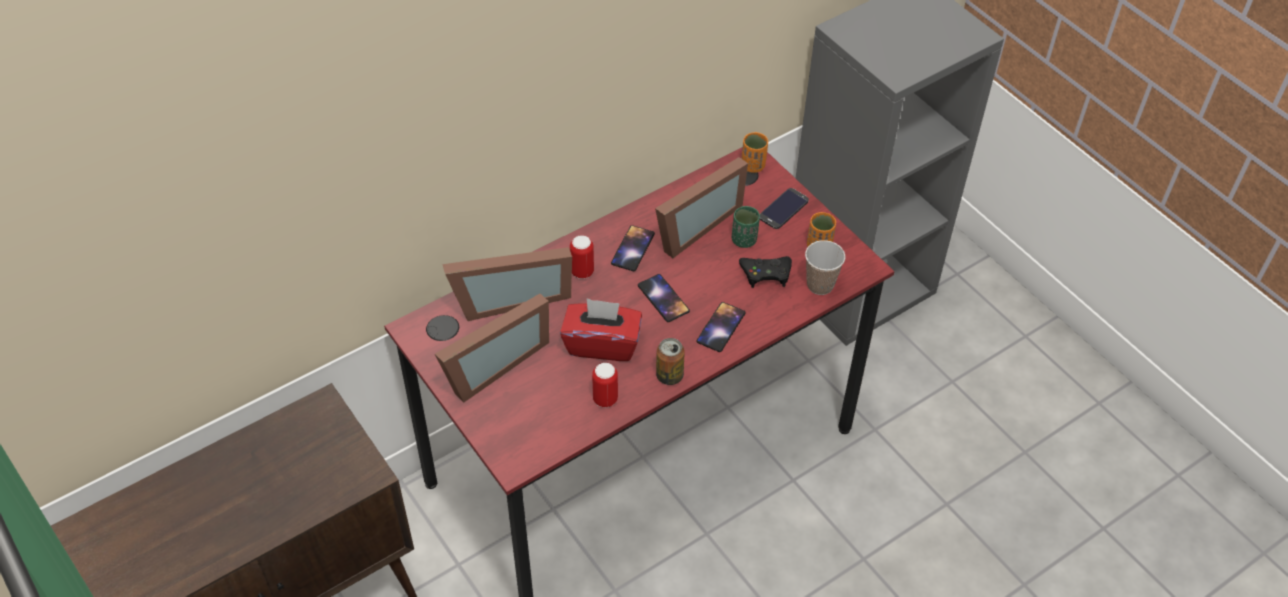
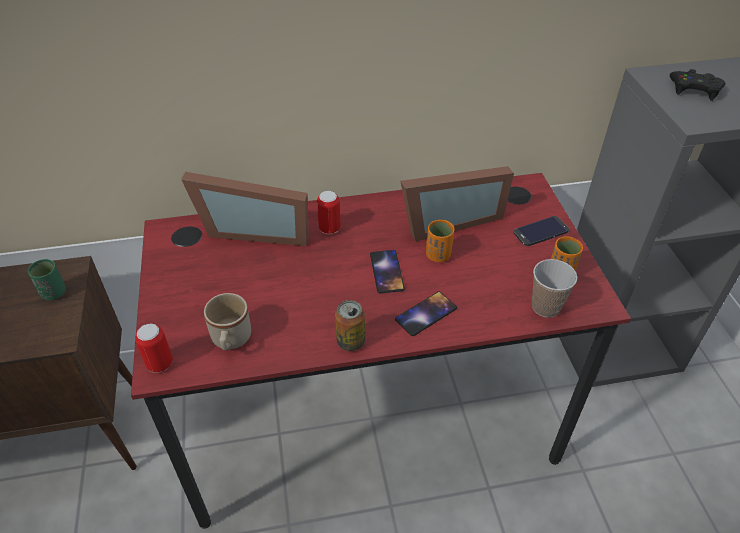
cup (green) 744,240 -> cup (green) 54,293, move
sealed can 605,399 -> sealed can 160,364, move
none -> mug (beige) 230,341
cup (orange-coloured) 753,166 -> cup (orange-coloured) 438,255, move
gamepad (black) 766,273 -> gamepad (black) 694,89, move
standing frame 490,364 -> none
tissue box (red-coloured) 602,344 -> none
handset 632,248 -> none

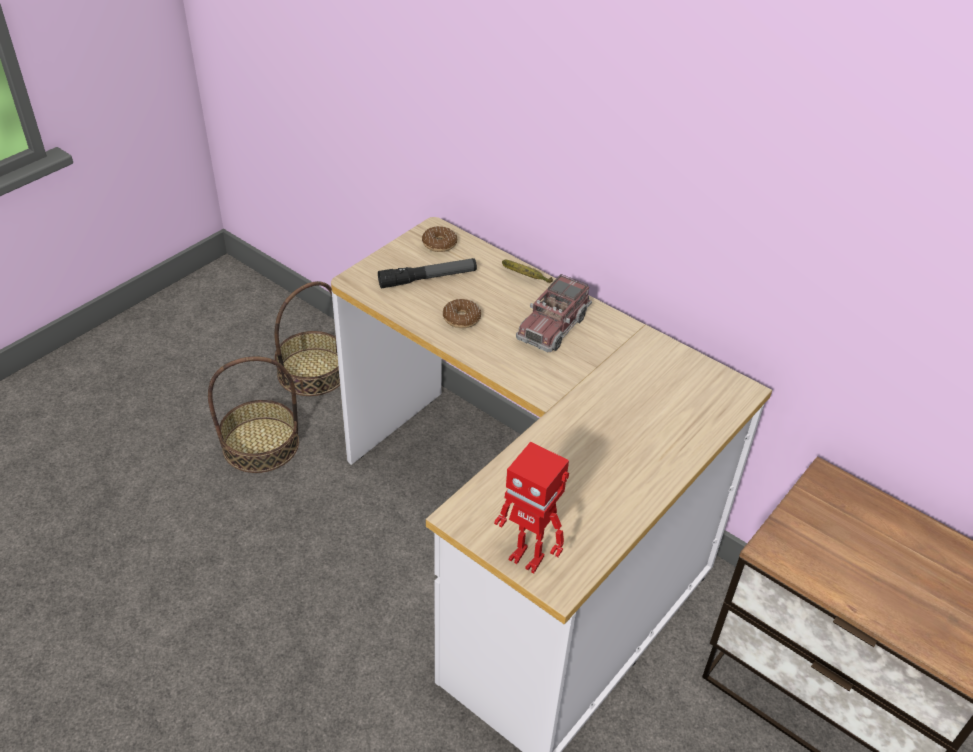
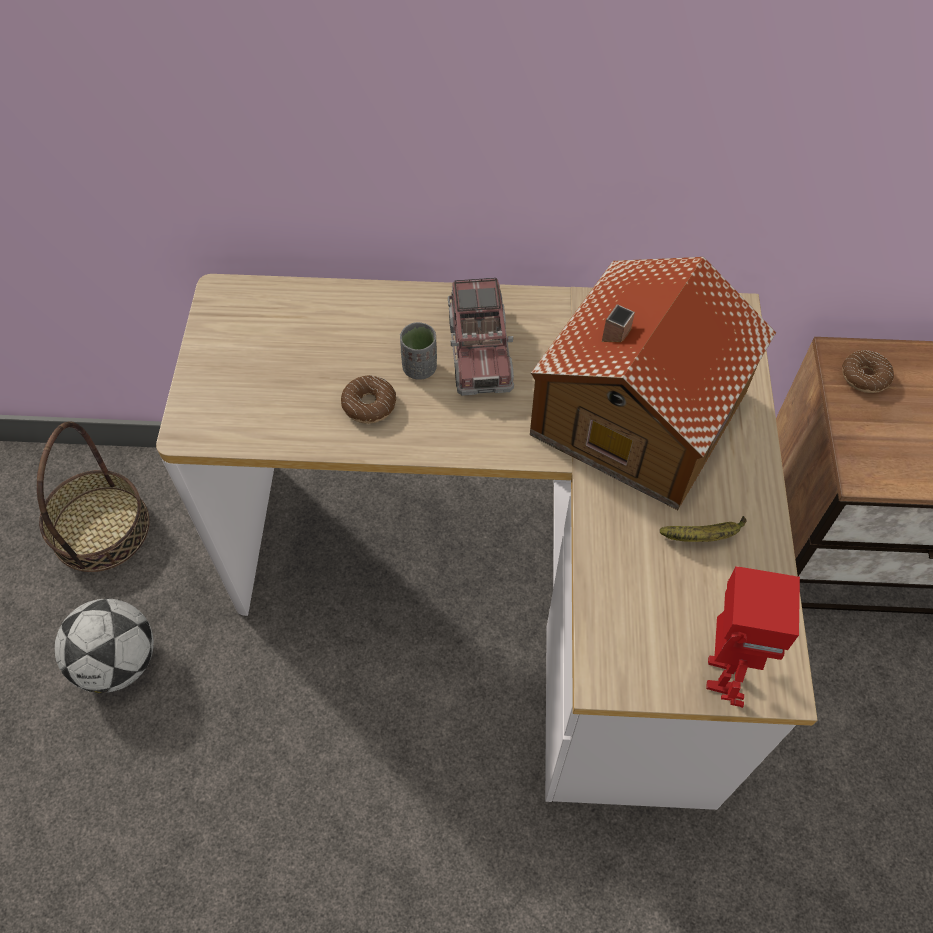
household basket 261,444 -> ball for football 118,661
none -> cup (gray) 420,368
none -> toy house 634,414
banana 524,277 -> banana 705,536, move
model robot 528,557 -> model robot 720,675, 75 degrees counterclockwise
ring doughnut 439,244 -> ring doughnut 864,377, move
flashlight 428,278 -> none

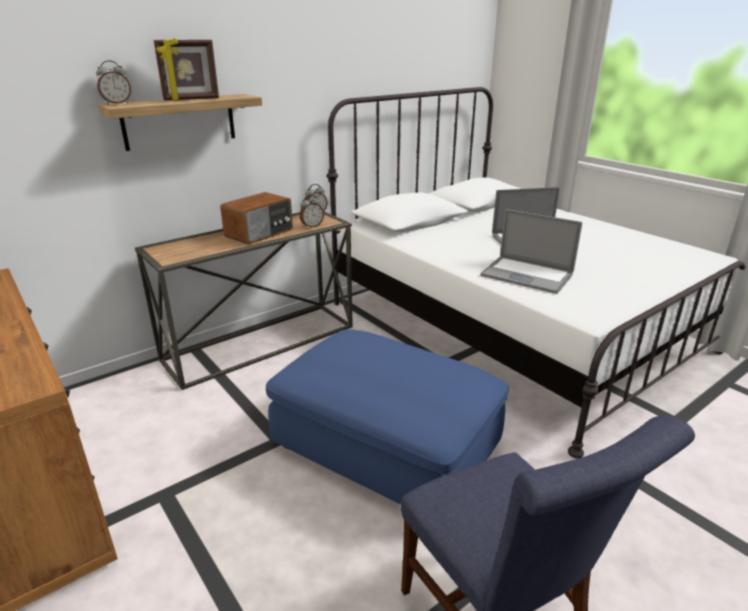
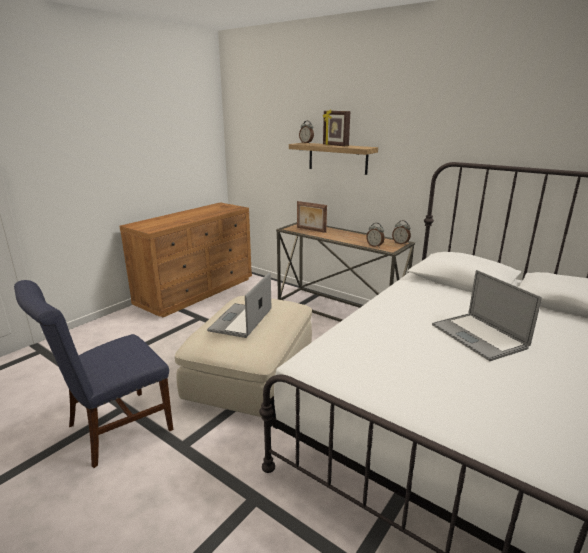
pouffe (blue) 388,445 -> pouffe (beige) 252,373
notebook computer 526,275 -> notebook computer 241,320, move
none -> standing frame 311,230
radio receiver 260,233 -> none

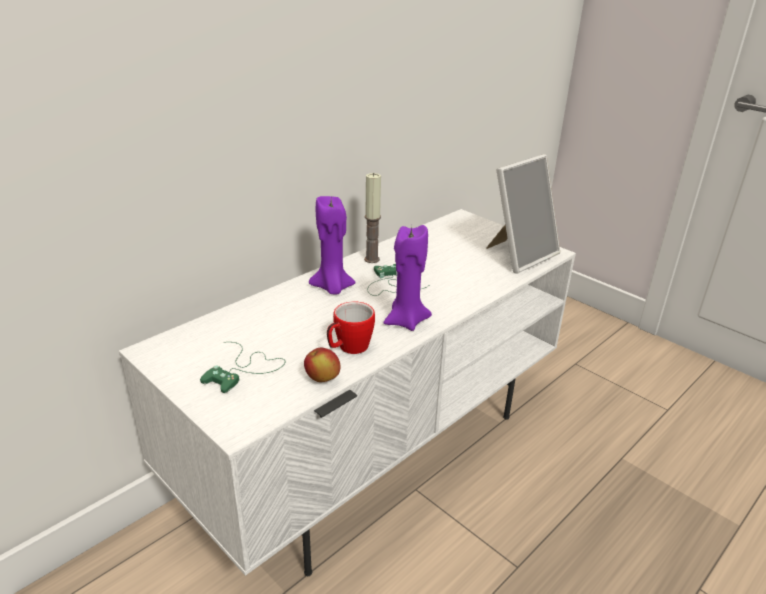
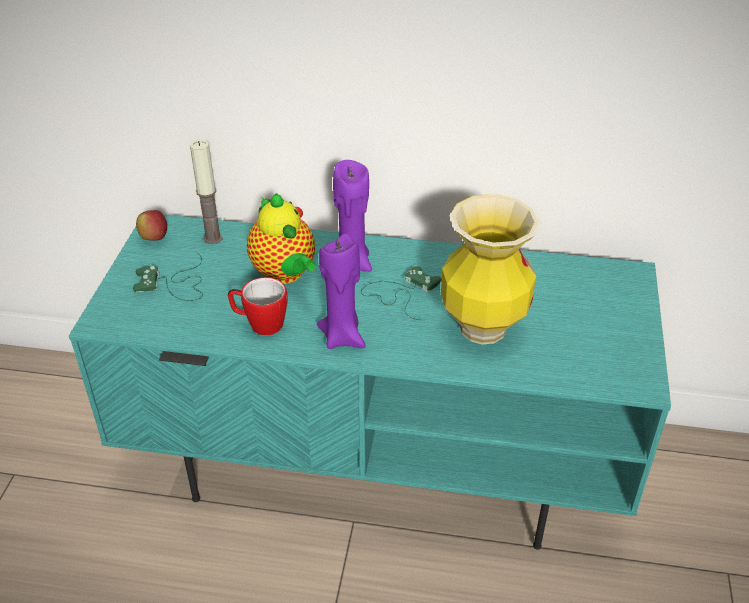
media console (white) 376,448 -> media console (turquoise) 378,460
whole apple 322,379 -> whole apple 154,238, move
wax light 372,259 -> wax light 213,238, move
none -> tea pot 285,274
none -> decorative vase 482,328
standing frame 519,255 -> none

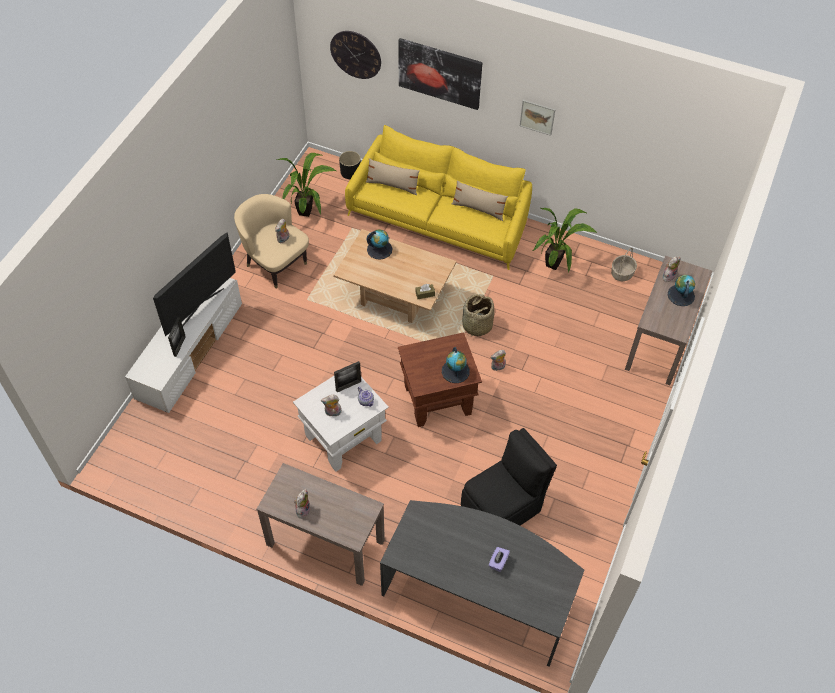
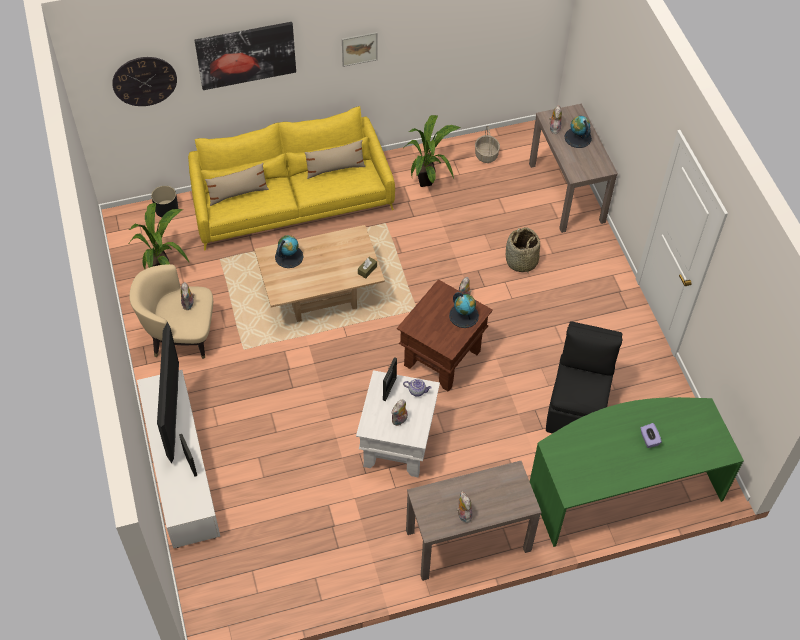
household basket 476,325 -> household basket 521,261, move
desk (gray) 479,594 -> desk (green) 623,487

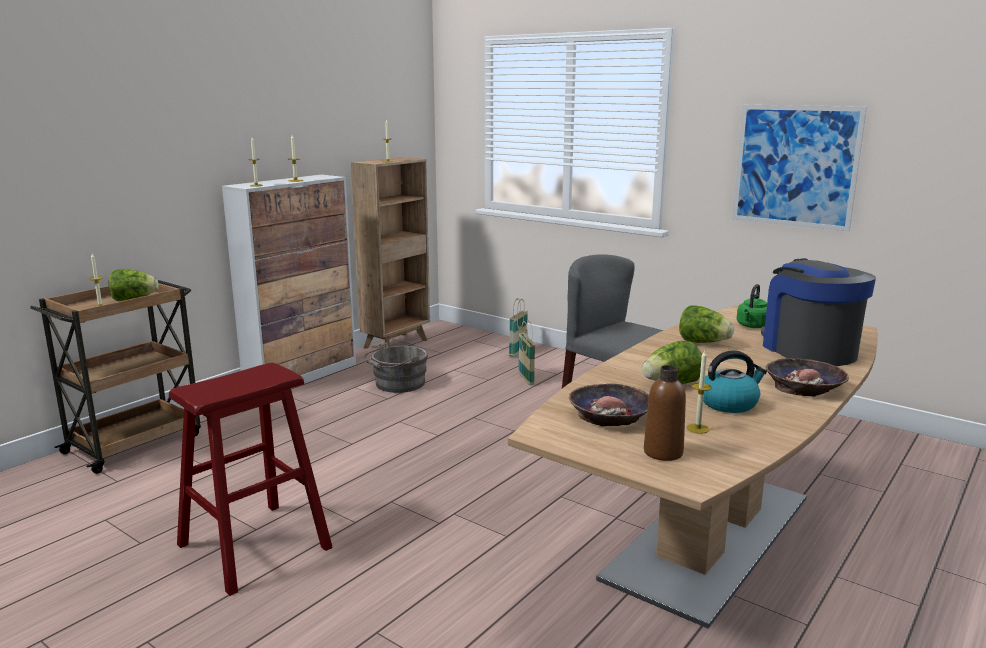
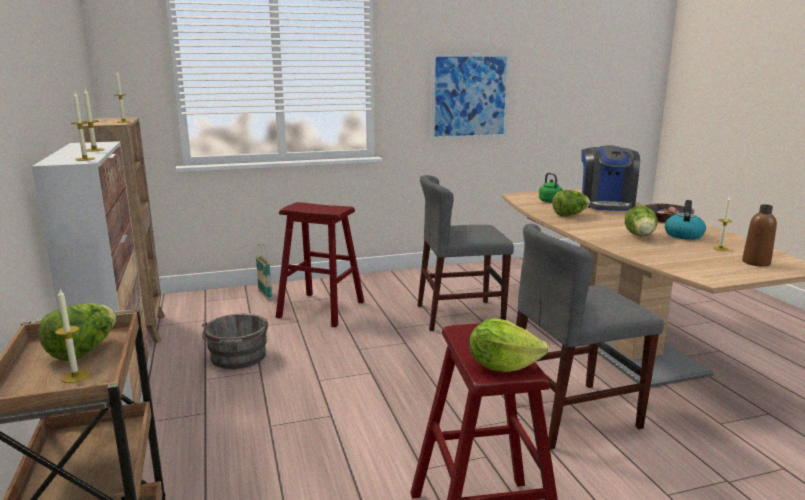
household basket 526,379 -> sitting stool (red-coloured) 321,309
none -> lettuce 502,366
none -> upright chair (gray) 571,414
coffee machine 808,350 -> coffee machine 606,204, 105 degrees counterclockwise
deep dish 610,416 -> none

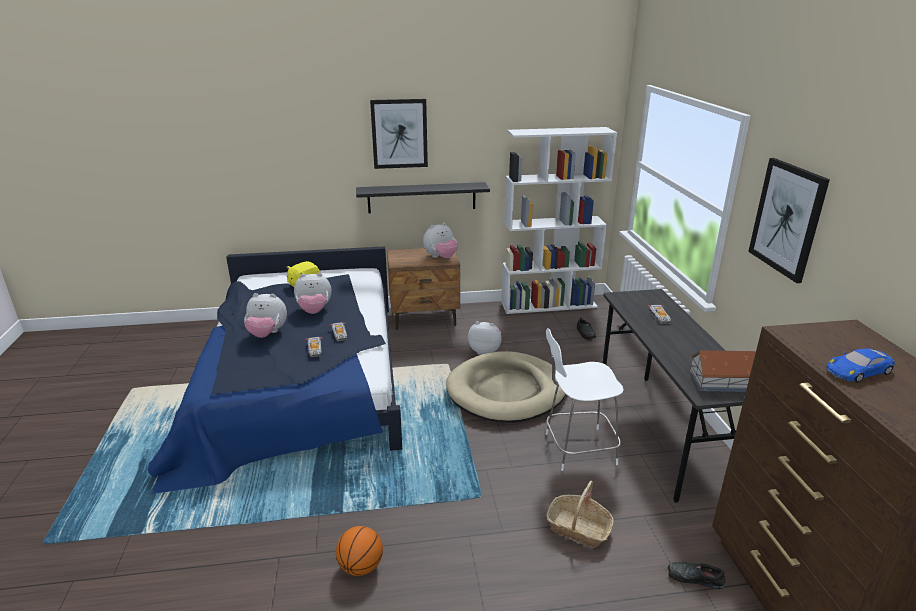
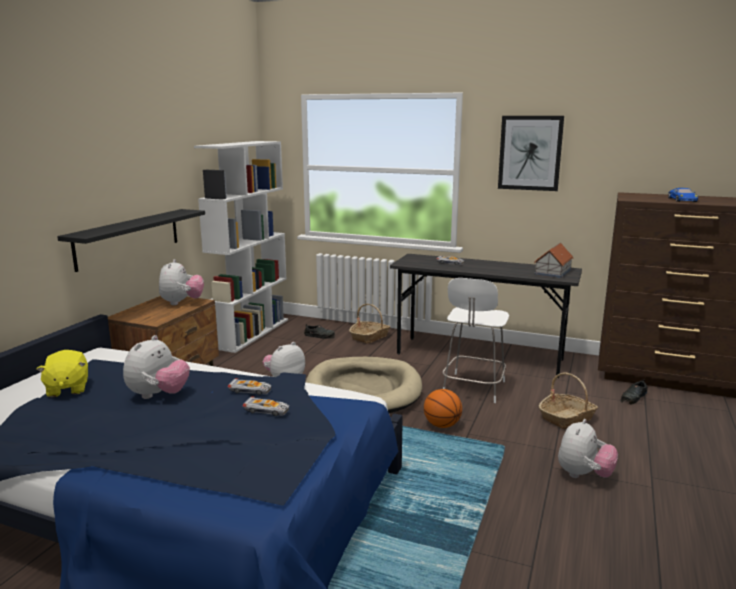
none -> household basket 370,337
ball for basketball 361,567 -> ball for basketball 442,425, move
plush toy 267,334 -> plush toy 583,475, move
wall picture 399,134 -> none

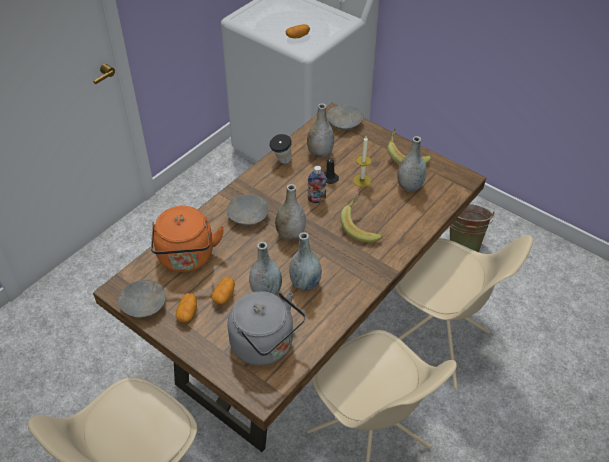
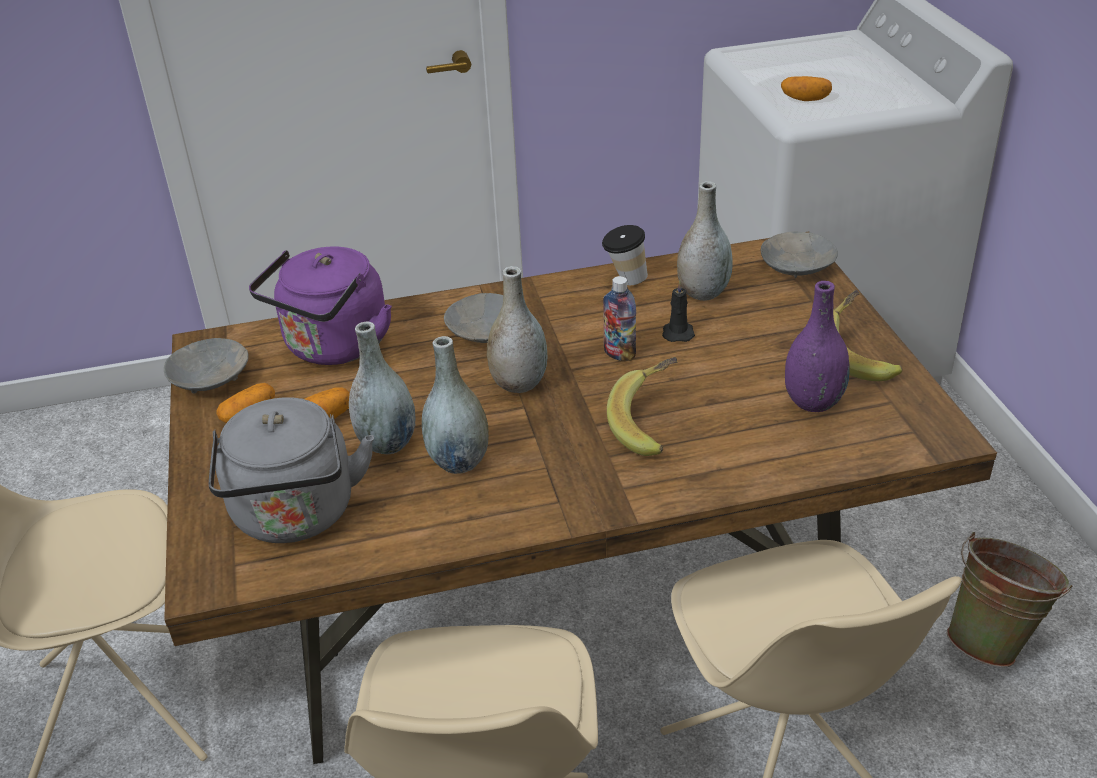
water kettle (orange-coloured) 186,258 -> water kettle (purplish) 334,348
decorative vase (gray) 409,186 -> decorative vase (purplish) 813,402
wax light 362,180 -> none

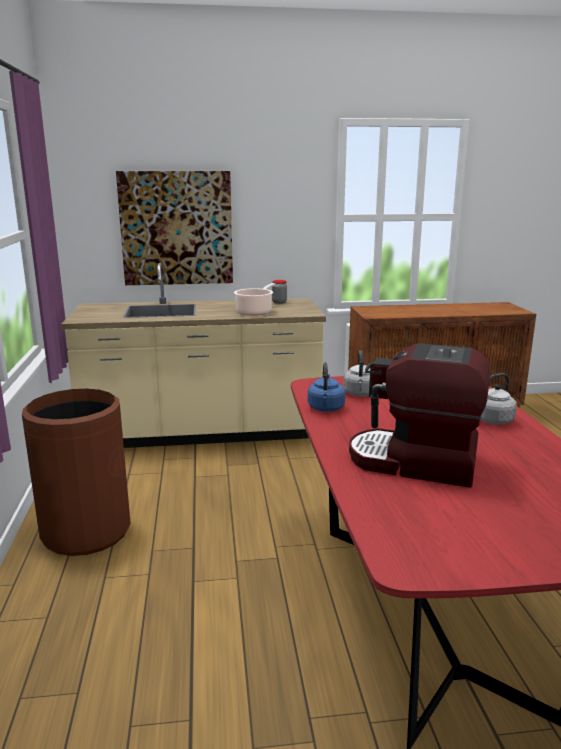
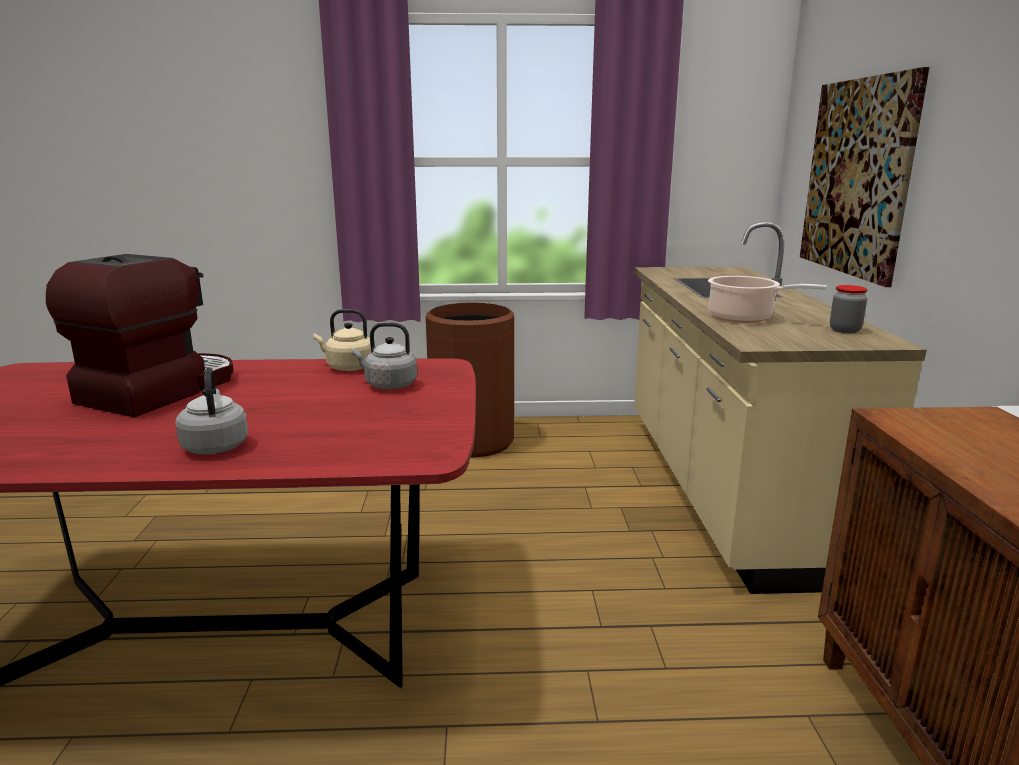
water kettle (blue) 326,409 -> water kettle (beige) 348,367

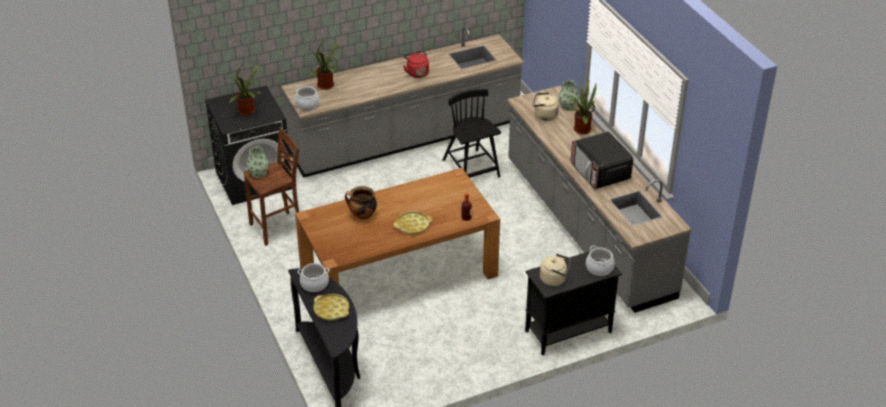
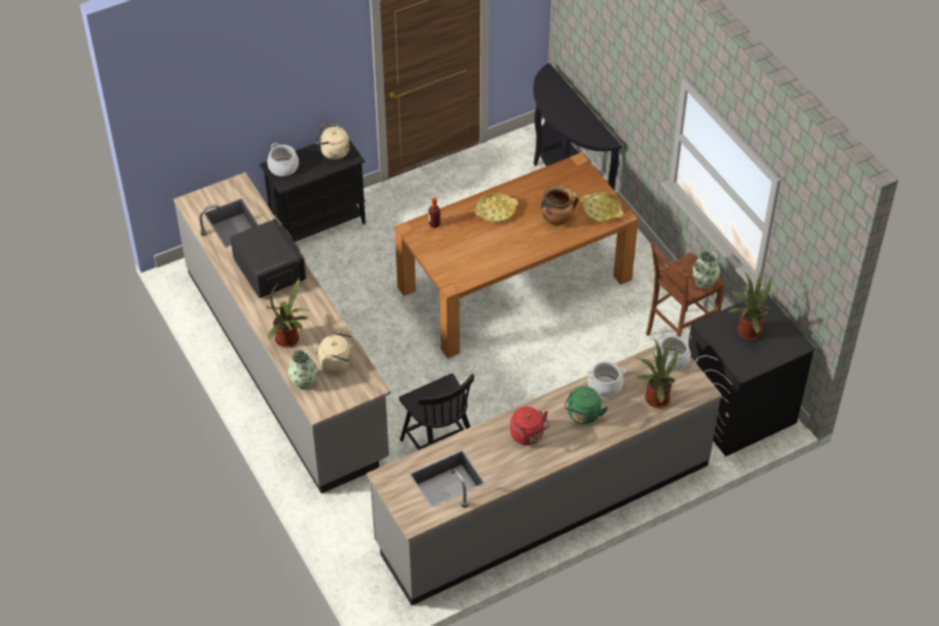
none -> water kettle (green) 583,416
carrying tray (yellow-coloured) 331,310 -> carrying tray (yellow-coloured) 601,210, move
cooking pot 314,284 -> cooking pot 604,386, move

